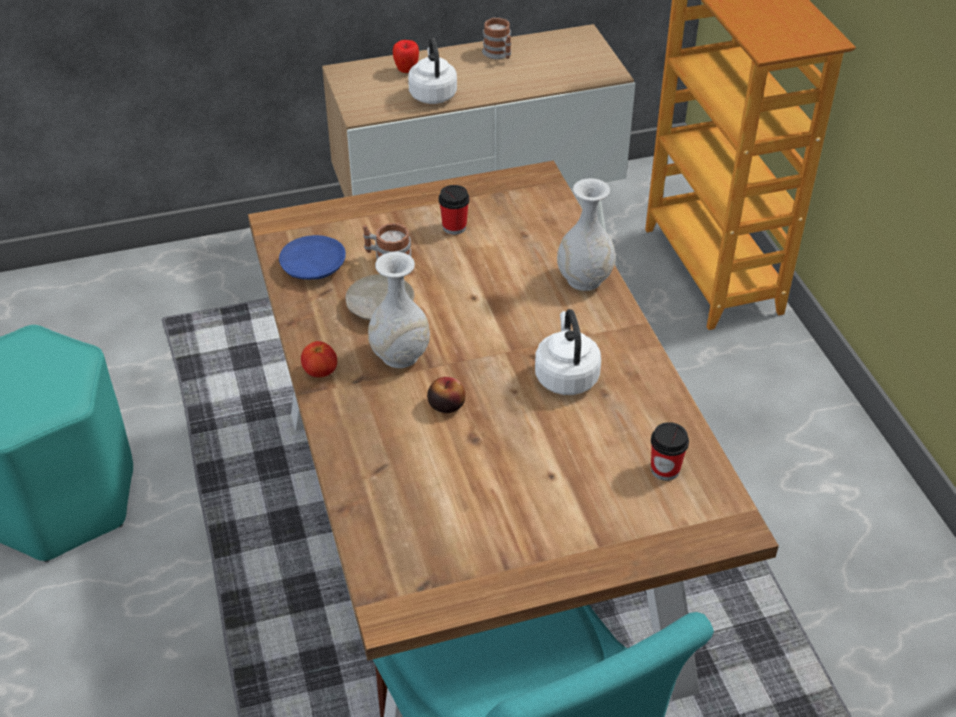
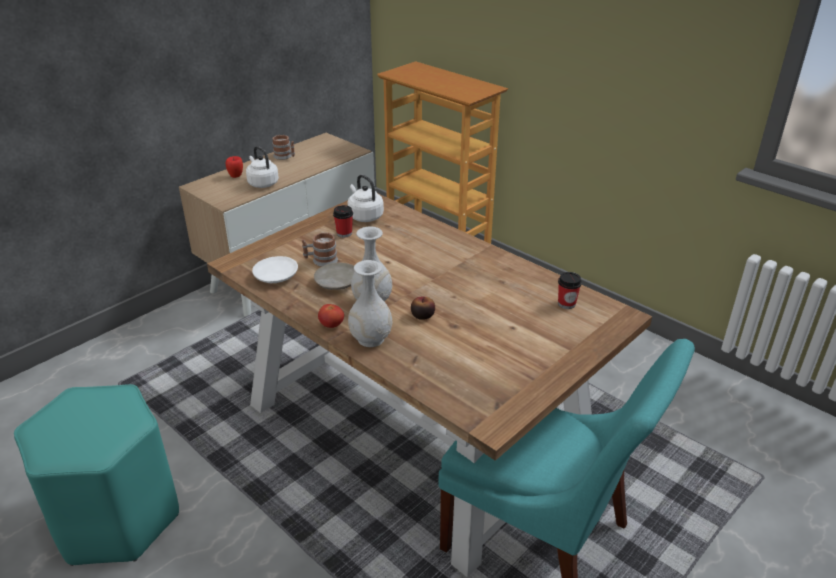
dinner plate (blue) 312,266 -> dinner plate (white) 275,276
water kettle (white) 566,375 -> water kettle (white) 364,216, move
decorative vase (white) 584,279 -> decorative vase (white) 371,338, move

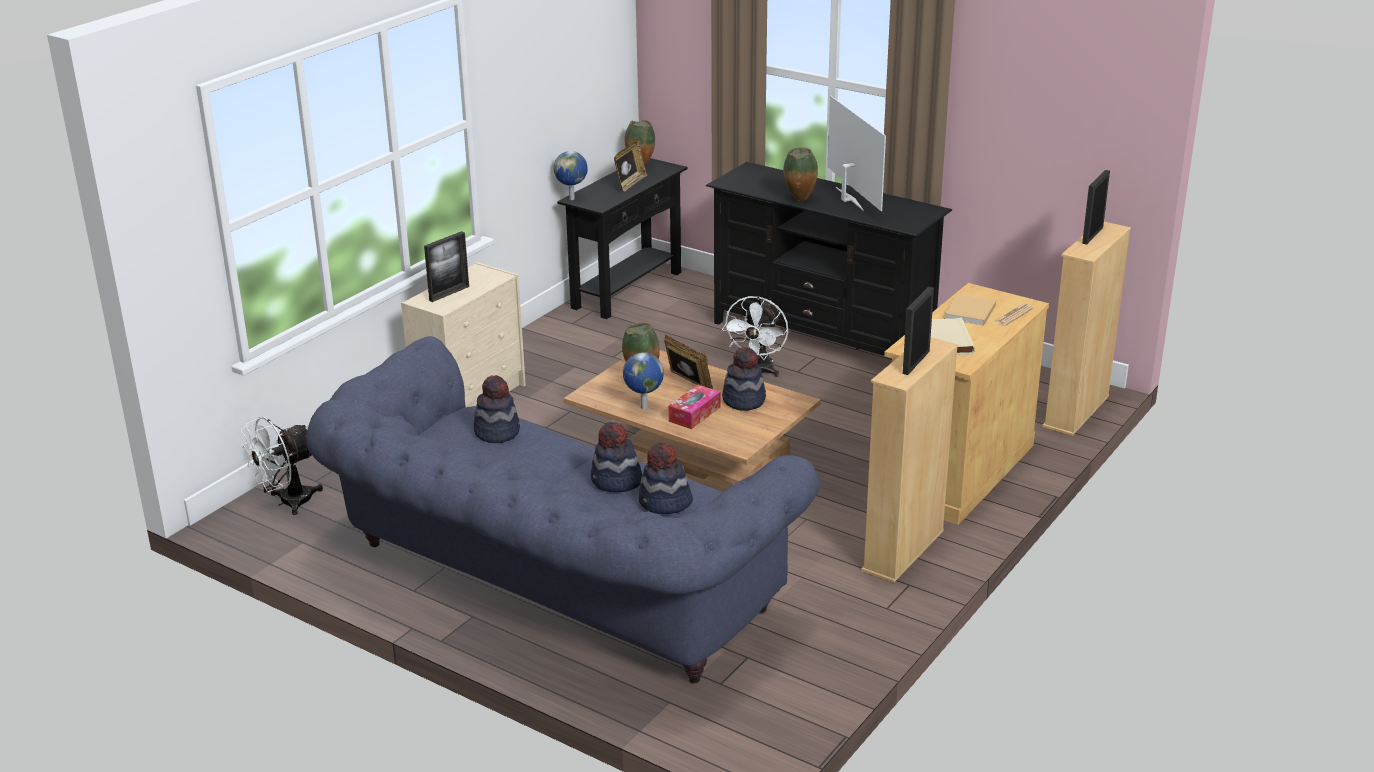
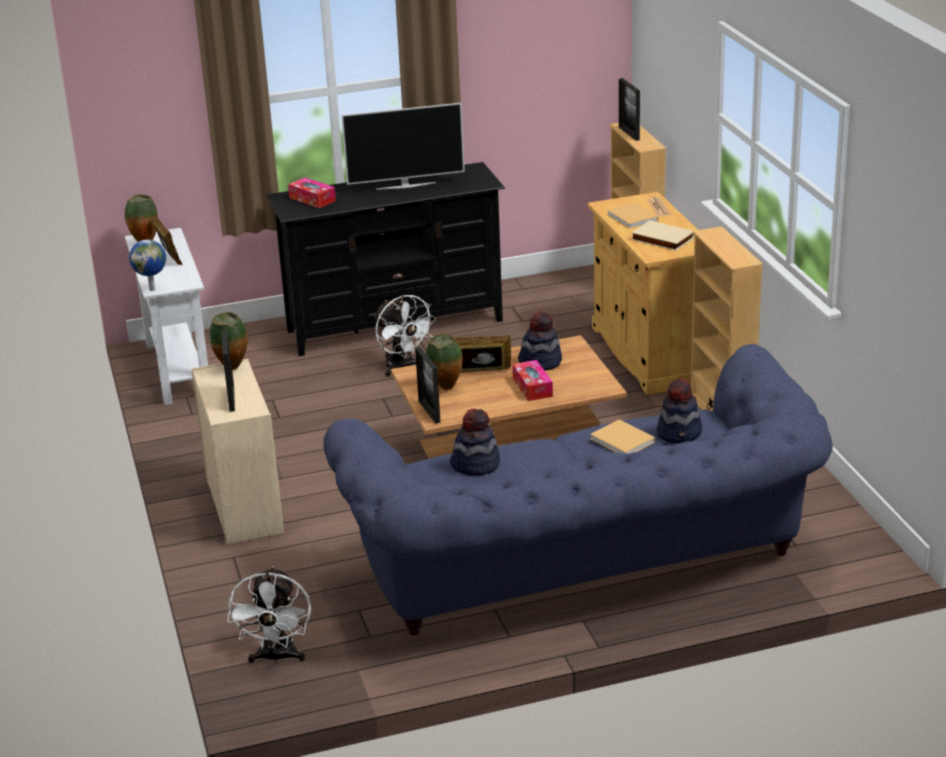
console table (black) 627,290 -> console table (white) 178,370
decorative vase 800,200 -> decorative vase 233,369, move
none -> tissue box 312,199
TV 848,199 -> TV 405,185, 150 degrees clockwise
standing frame 916,362 -> standing frame 429,411, move
wearable hat 616,481 -> book (beige) 623,441
globe 643,407 -> none

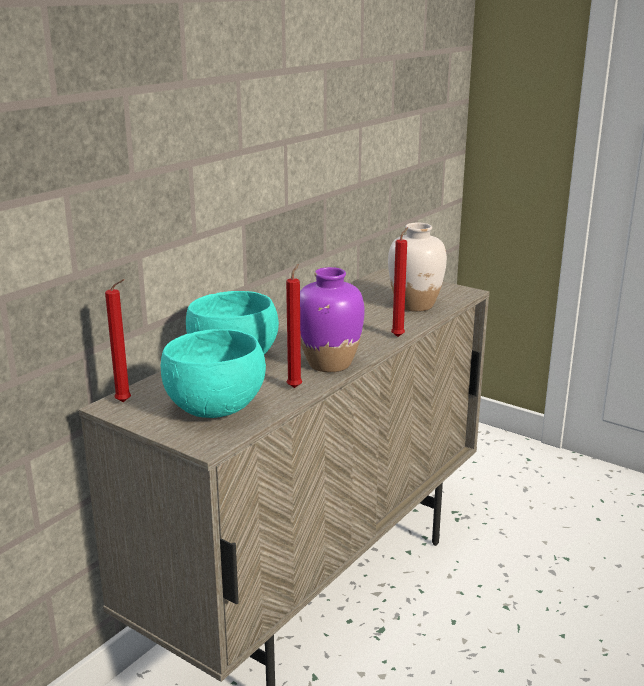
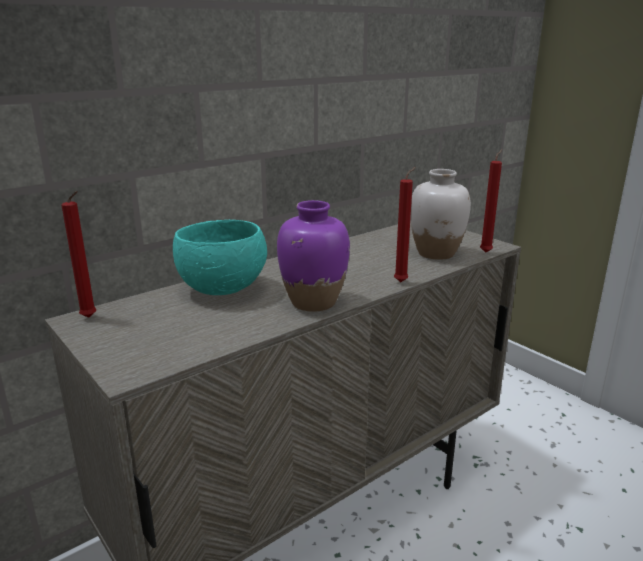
wax light (red-coloured) 295,387 -> wax light (red-coloured) 486,252, move
deep dish (turquoise) 216,408 -> none

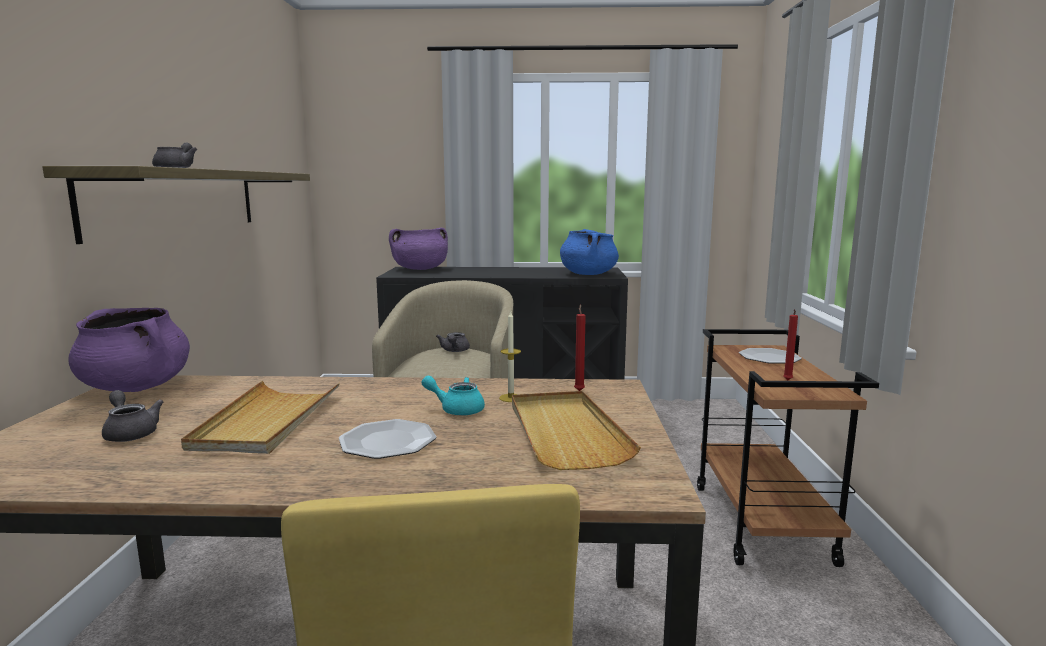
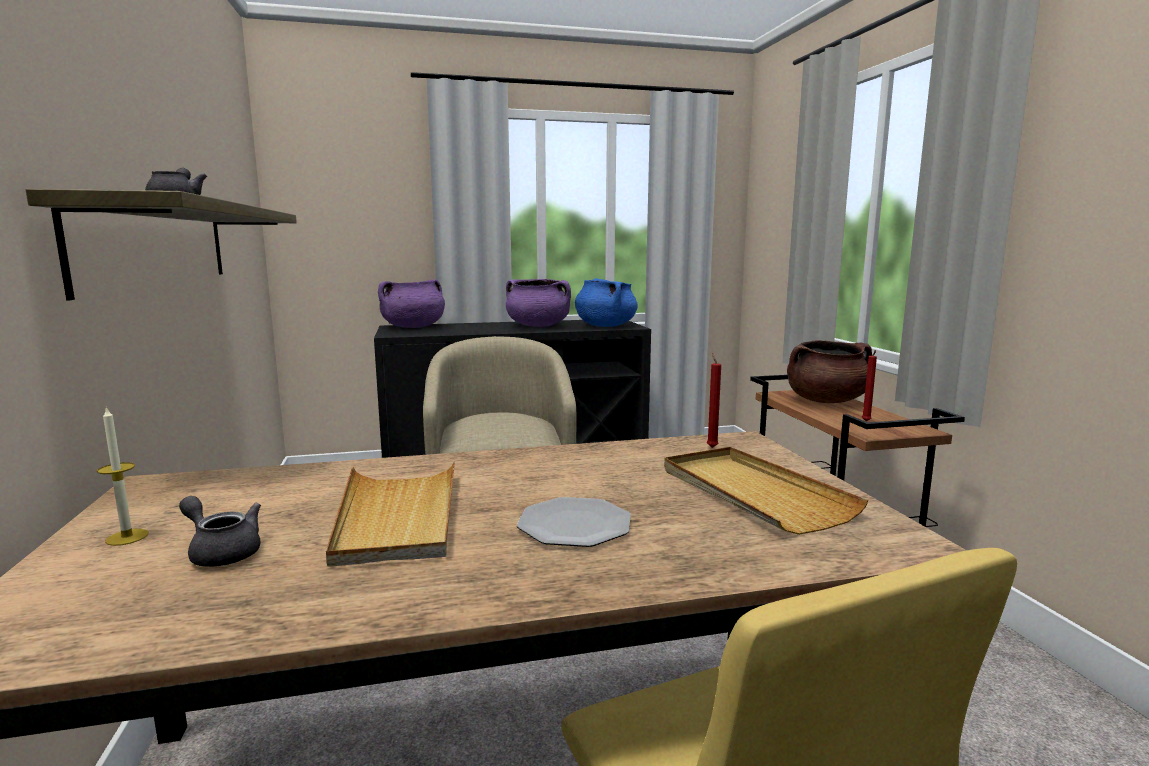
wax light 511,398 -> wax light 127,537, move
cooking pot (purplish) 137,387 -> cooking pot (purplish) 538,326, move
dinner plate 769,358 -> cooking pot (brown-coloured) 826,401
tea pot (turquoise) 457,409 -> none
tea pot (gray) 454,351 -> none

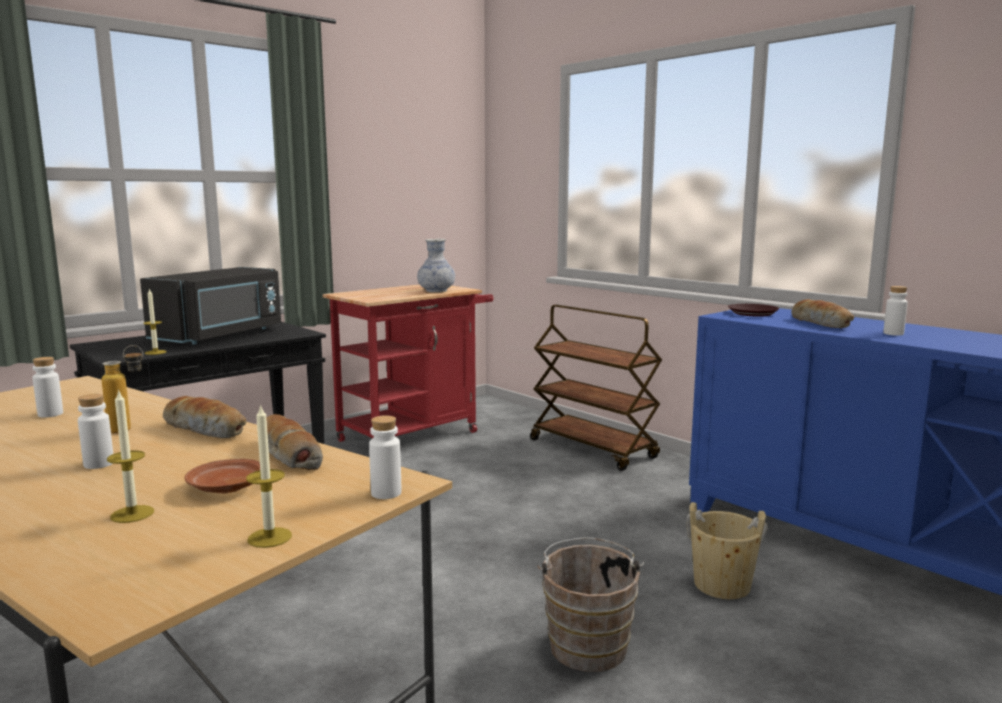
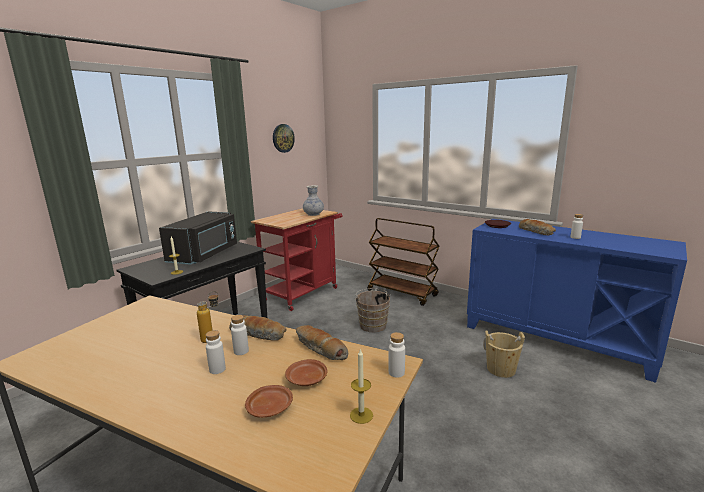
beverage bottle (white) 50,414 -> beverage bottle (white) 241,351, move
wax light 132,514 -> dinner plate (brown-coloured) 270,407
none -> wall clock 283,138
pail (brown-coloured) 588,643 -> pail (brown-coloured) 372,324, move

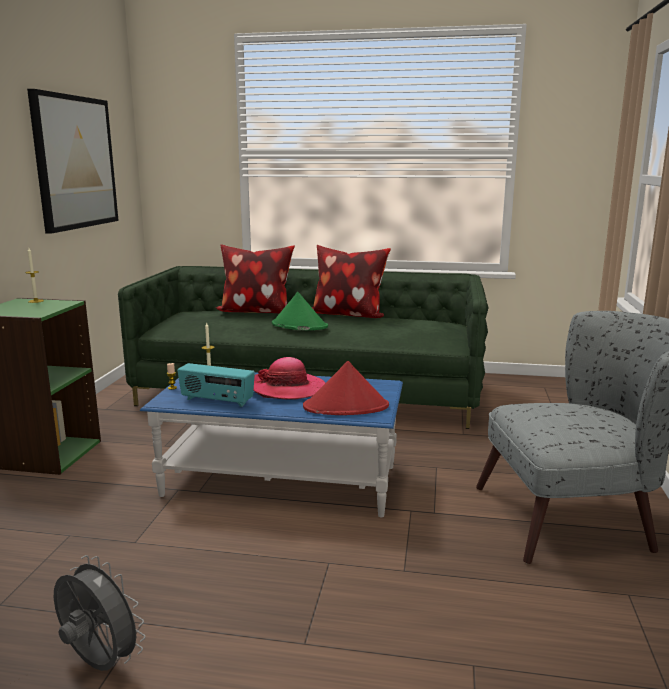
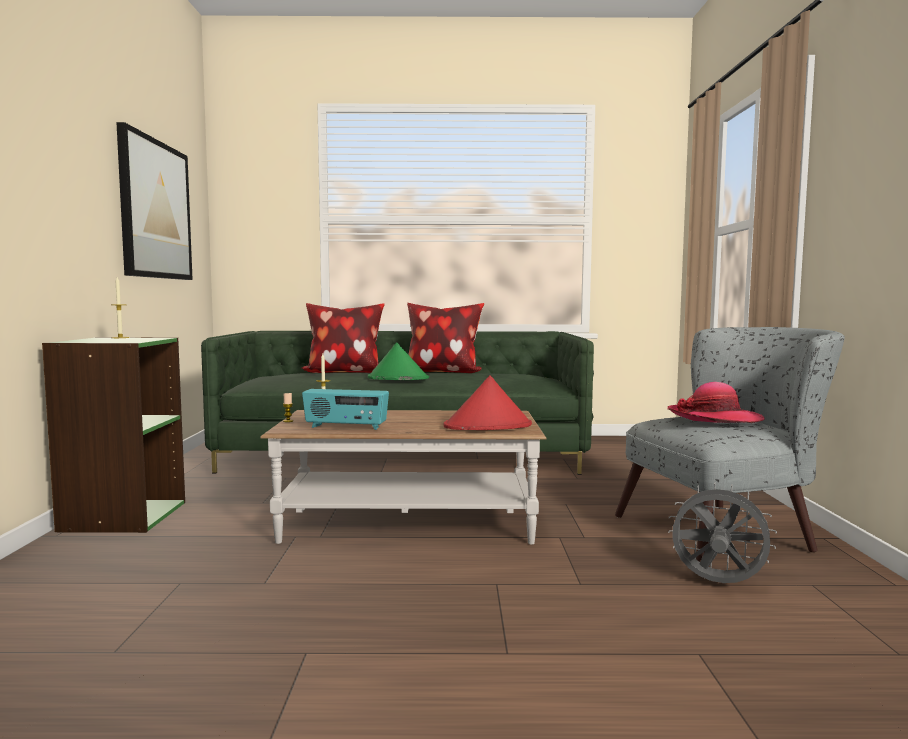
low table (blue) 281,481 -> low table (brown-coloured) 409,523
wearable hat 286,388 -> wearable hat 714,418, move
electric fan (gray) 98,664 -> electric fan (gray) 717,584, move

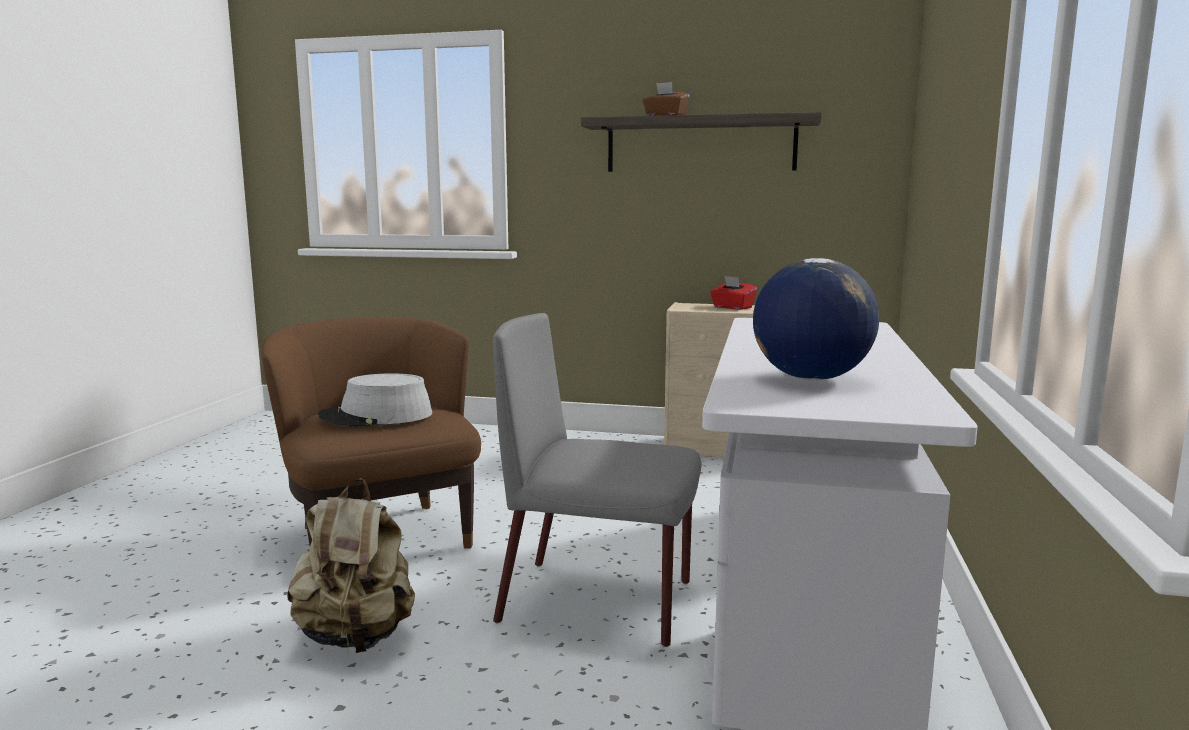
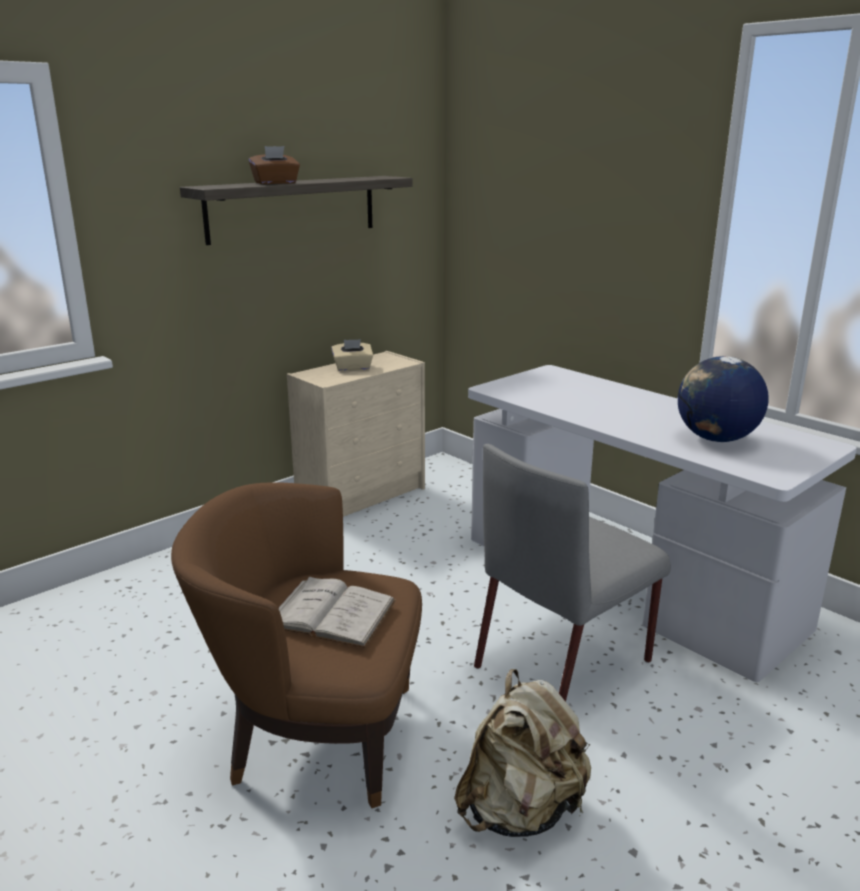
wearable hat (gray) 376,416 -> book (white) 330,613
tissue box (red-coloured) 732,307 -> tissue box (beige) 353,368

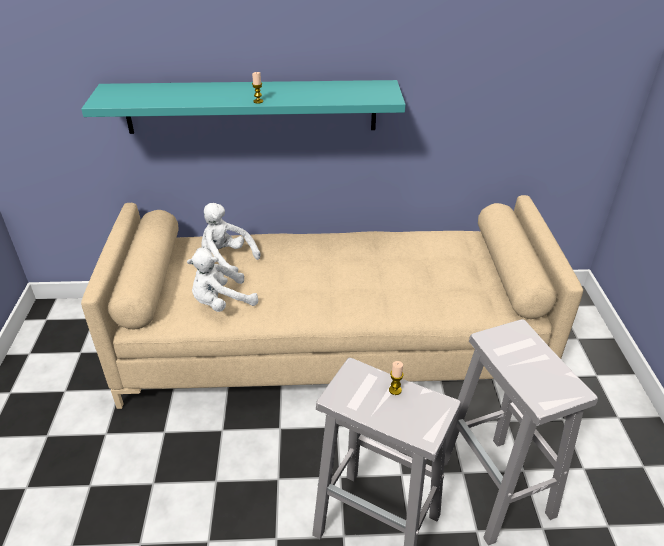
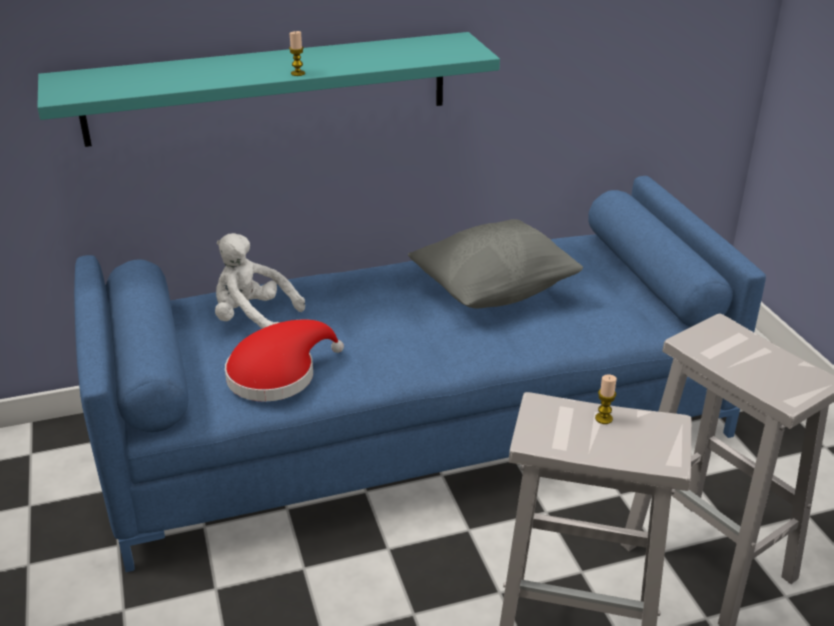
sofa (beige) 332,344 -> sofa (blue) 418,425
plush toy (white) 221,303 -> wearable hat (red-coloured) 278,374
none -> pillow (gray) 494,291

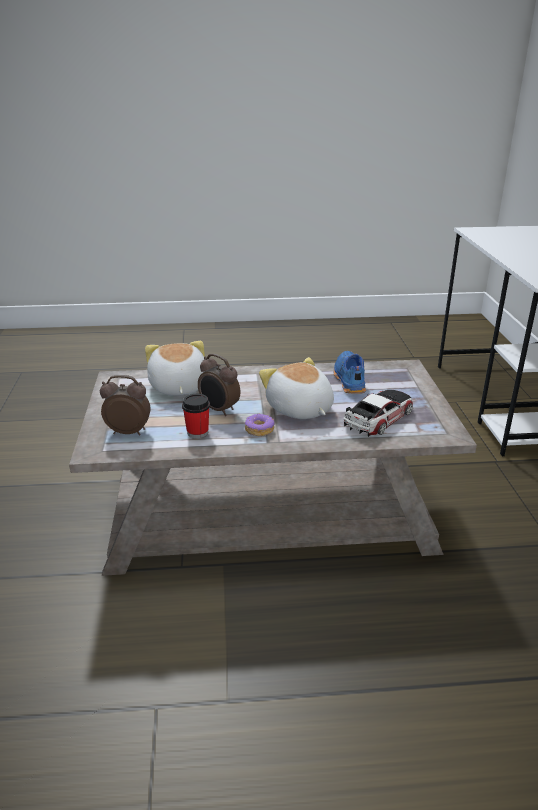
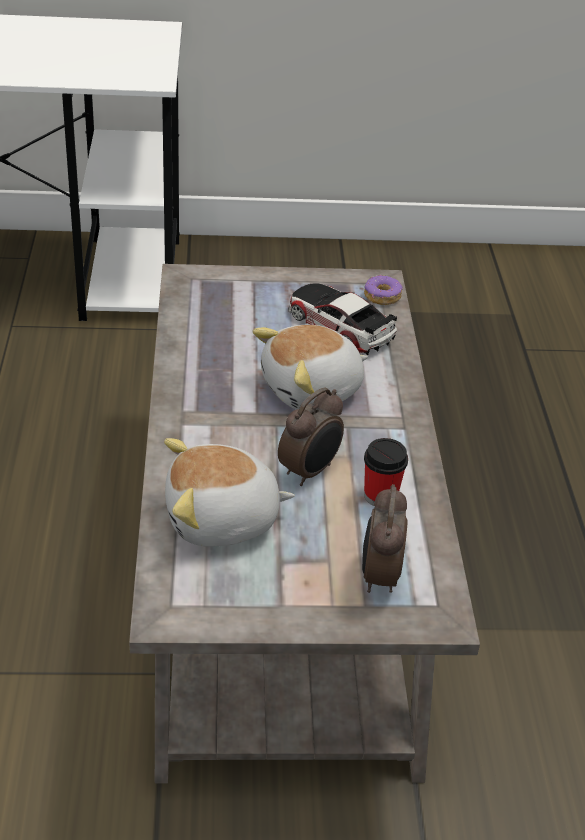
ring doughnut 259,429 -> ring doughnut 382,296, move
shoe (blue) 348,379 -> none

